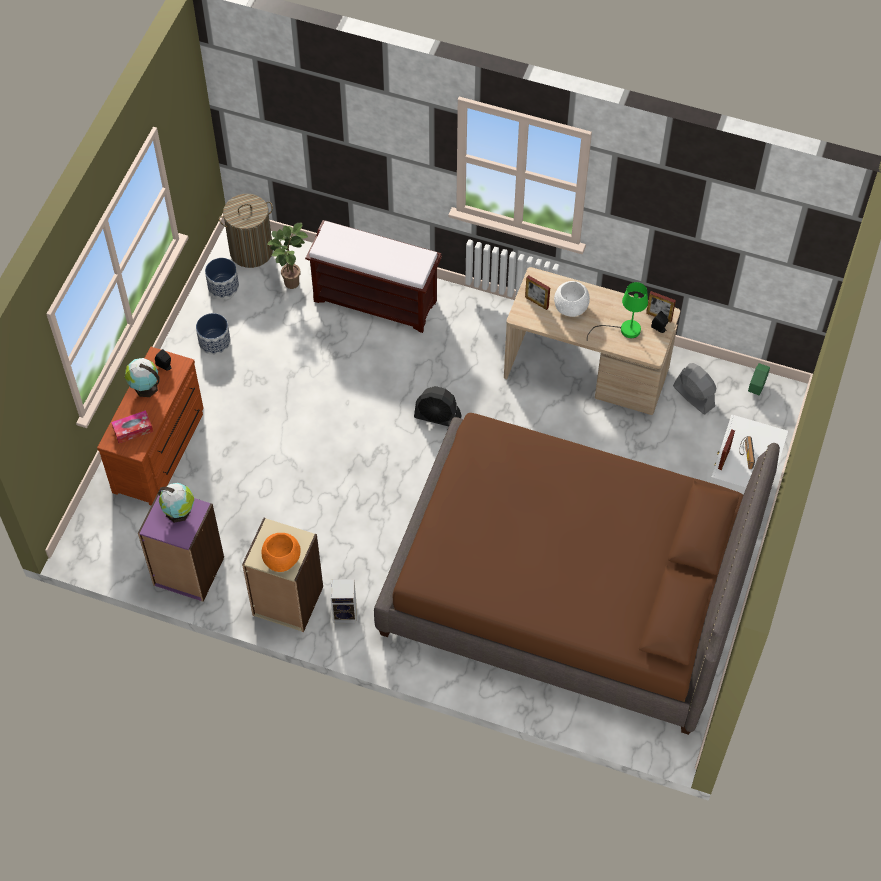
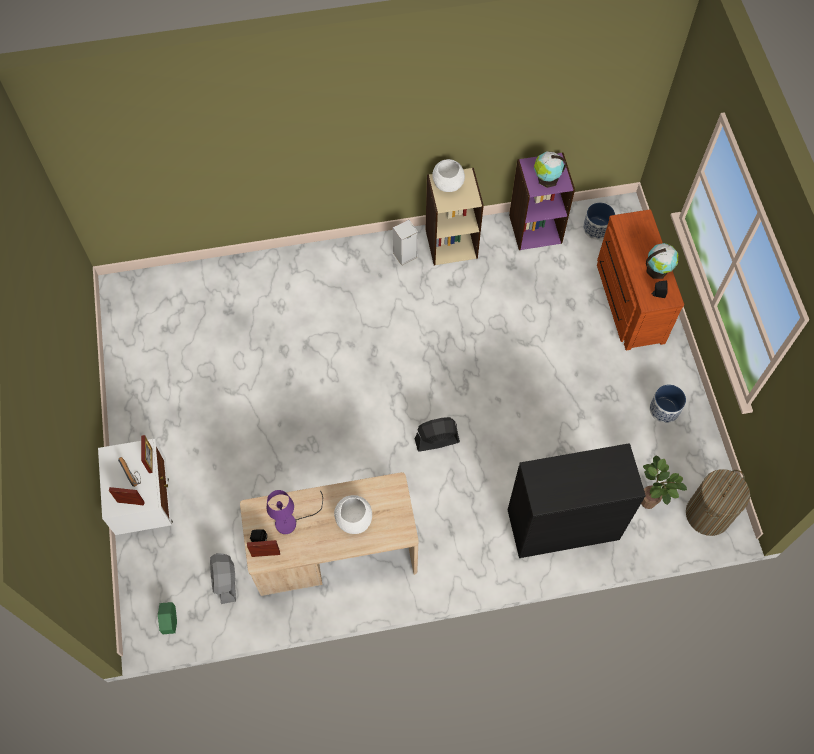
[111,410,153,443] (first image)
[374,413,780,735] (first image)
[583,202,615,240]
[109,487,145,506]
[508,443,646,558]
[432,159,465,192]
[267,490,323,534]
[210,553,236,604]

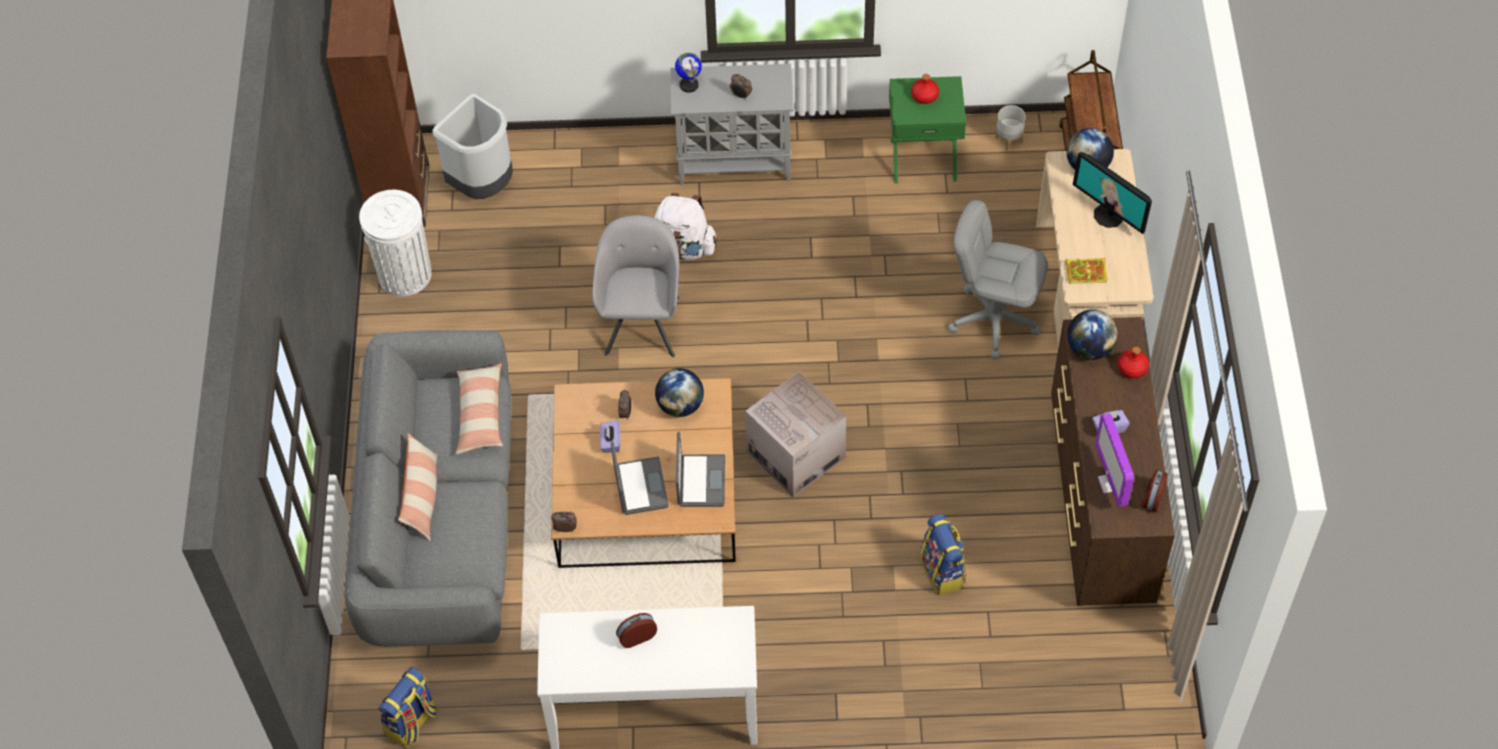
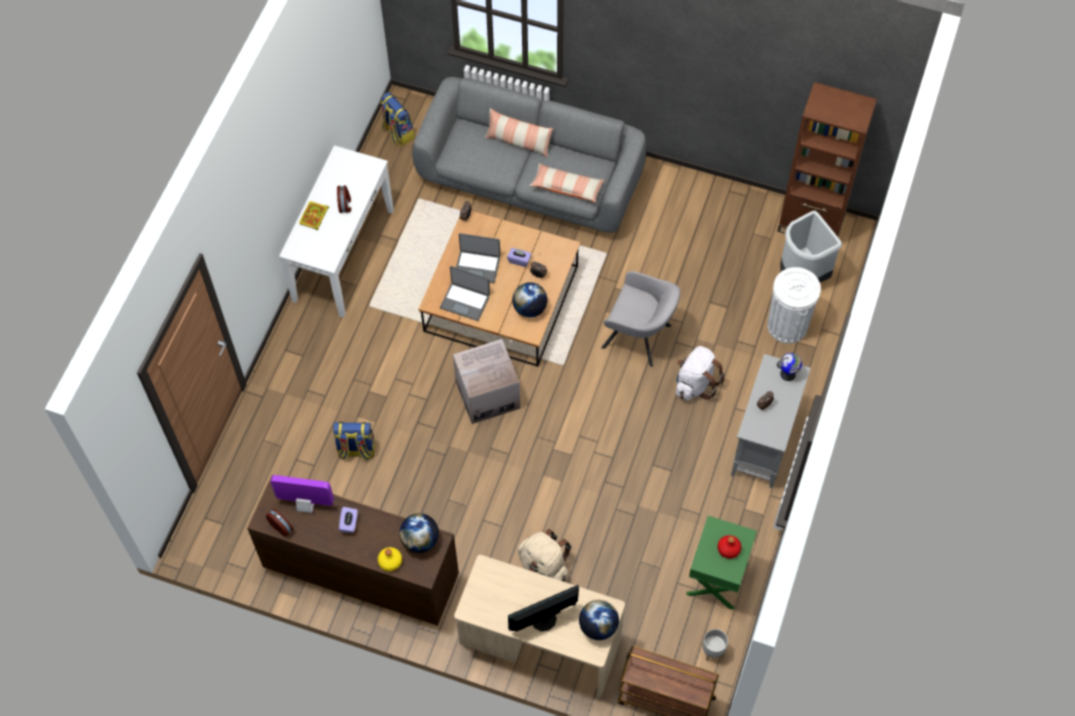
[767,267,821,344]
[299,201,329,230]
[518,529,572,582]
[378,547,402,571]

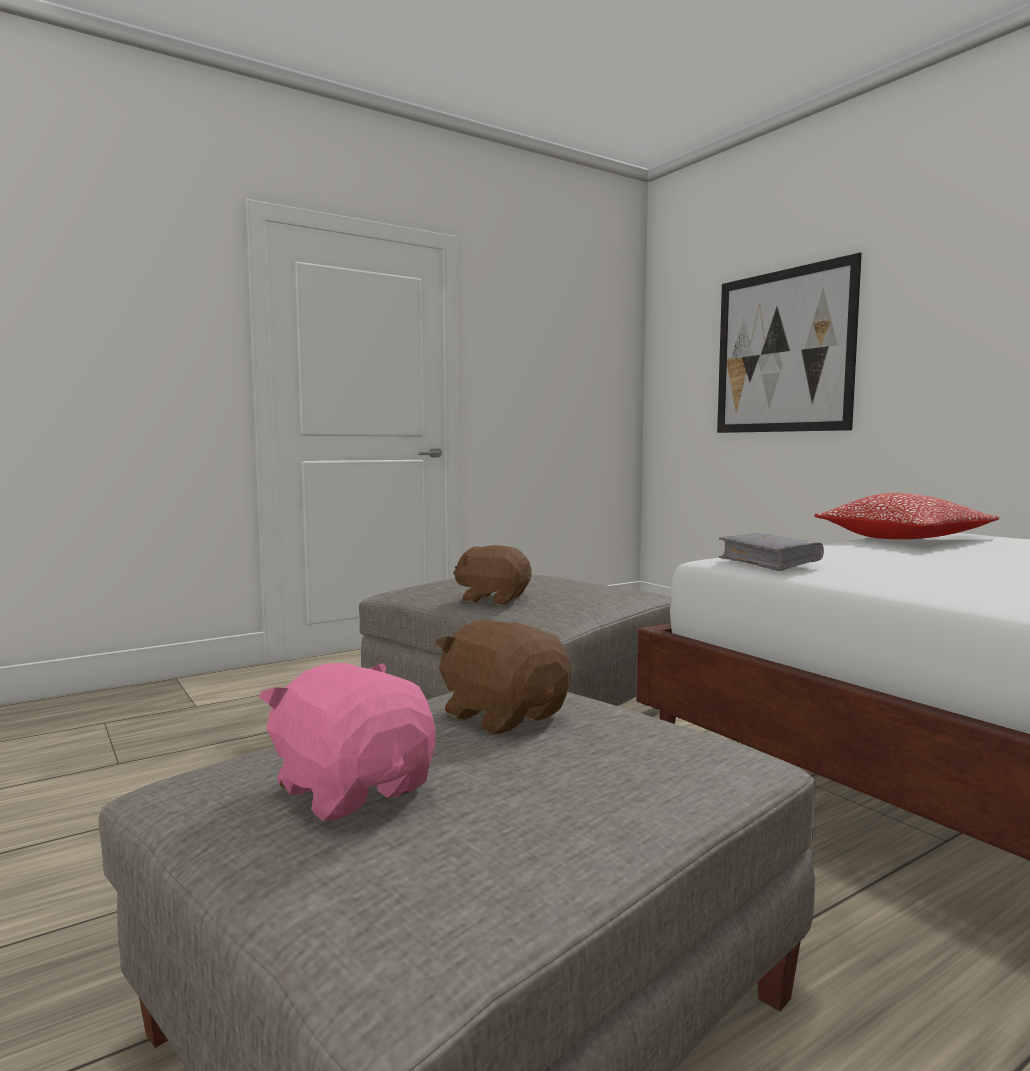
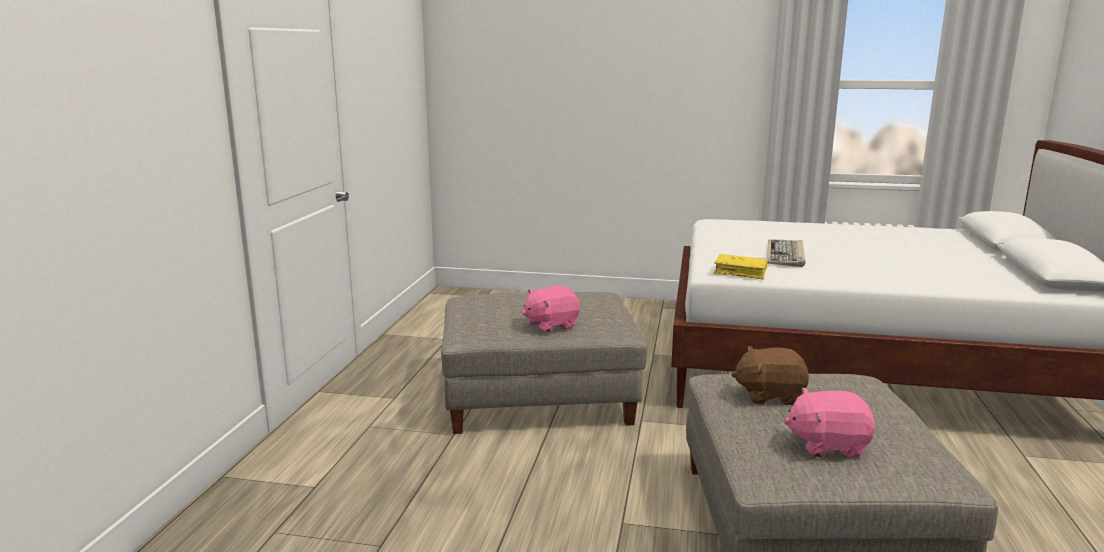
[717,253,862,433] (first image)
[814,493,1000,539] (first image)
[767,240,806,267]
[522,286,580,333]
[714,254,768,280]

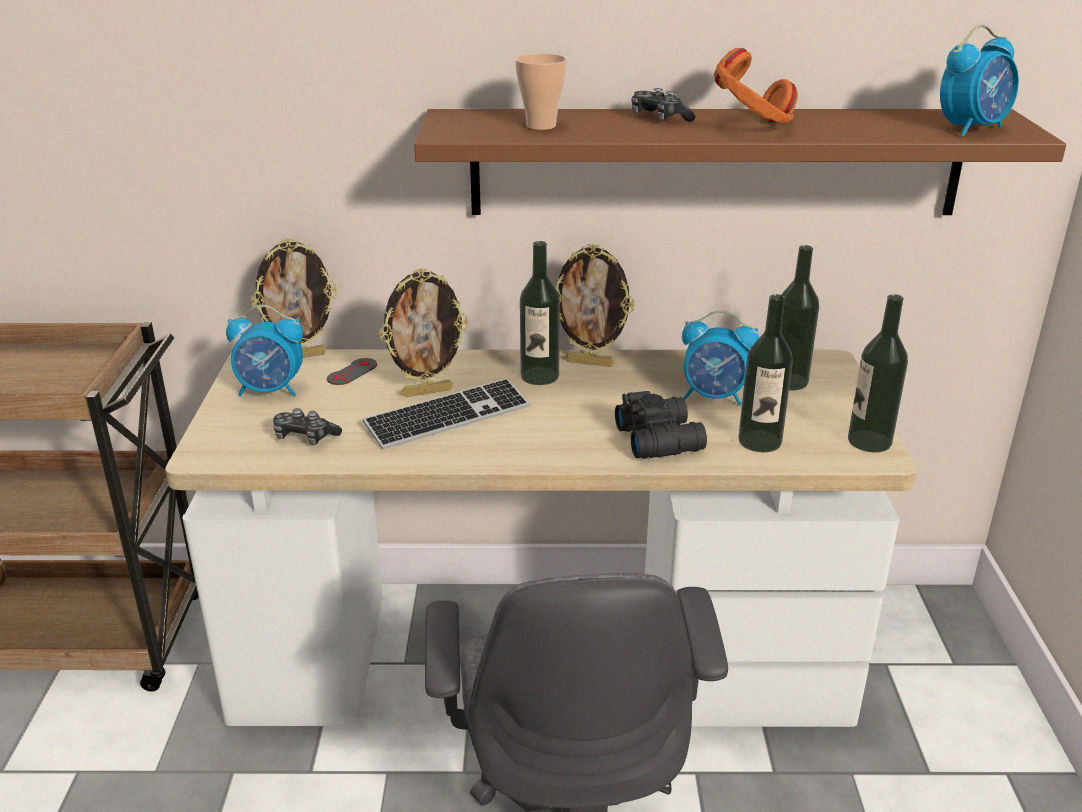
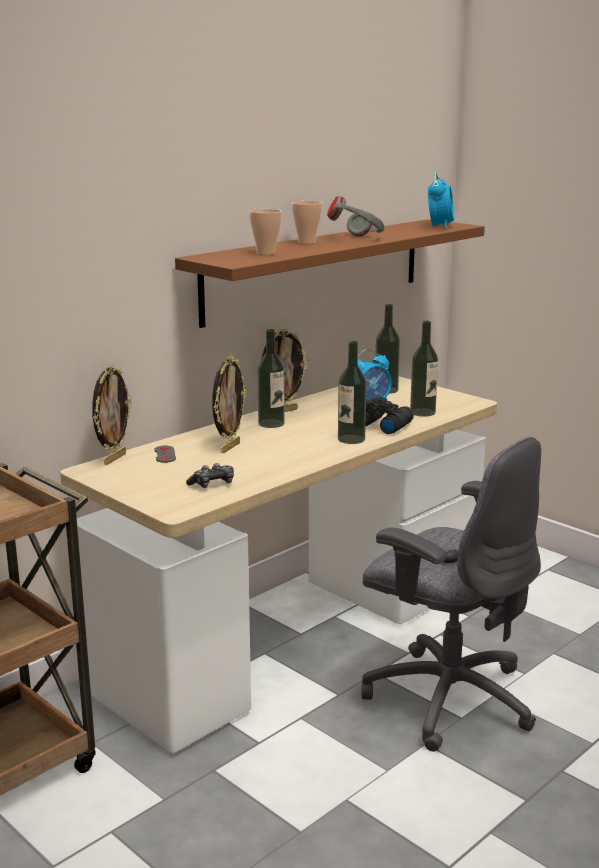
[226,305,303,396] (first image)
[363,378,530,449] (first image)
[338,341,366,444]
[291,201,322,244]
[327,196,384,236]

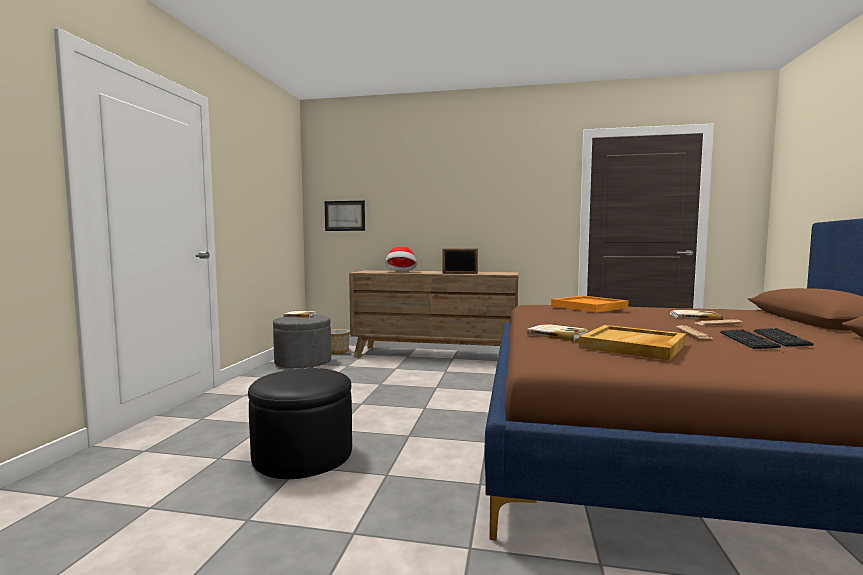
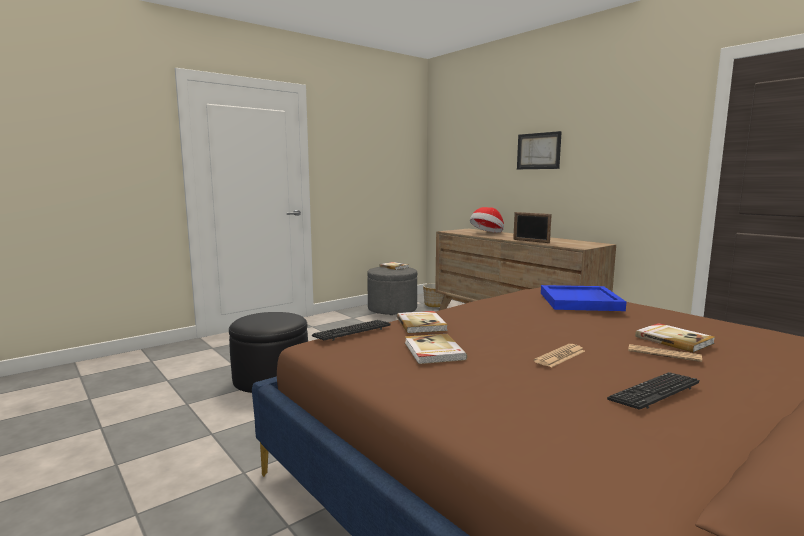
[517,131,562,169]
[312,320,391,341]
[405,334,467,364]
[541,285,626,311]

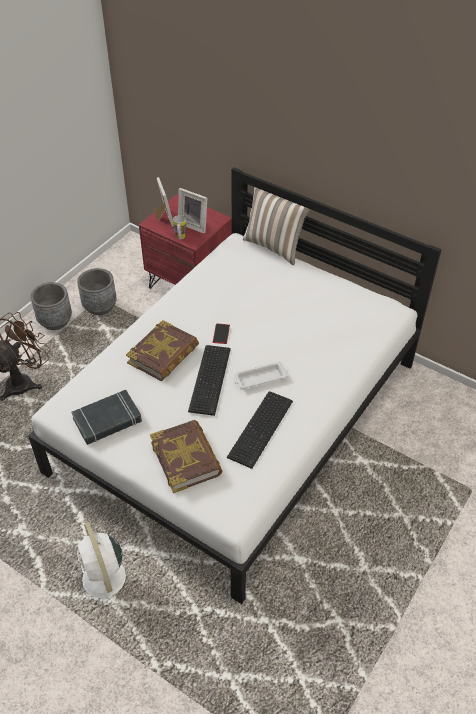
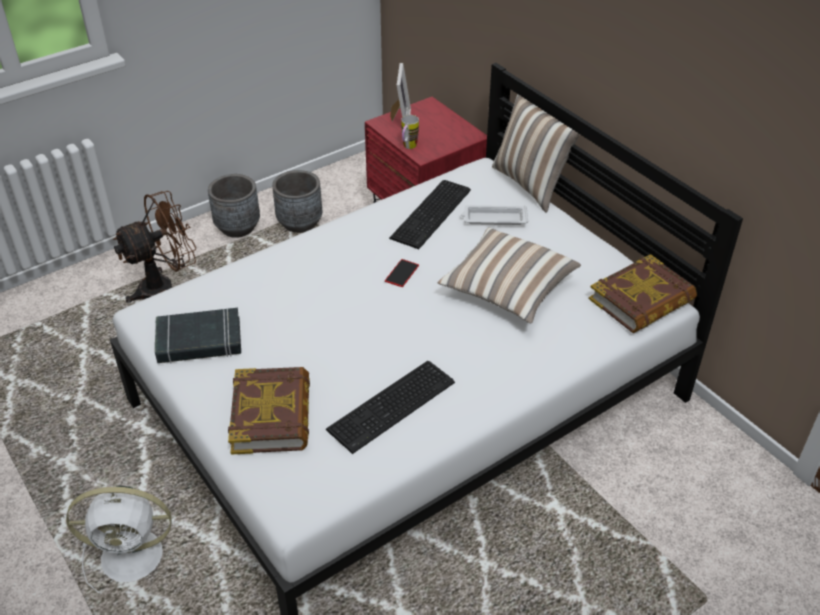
[178,188,207,234] (first image)
[438,228,581,323]
[589,254,697,333]
[389,180,471,249]
[461,205,528,225]
[66,486,172,594]

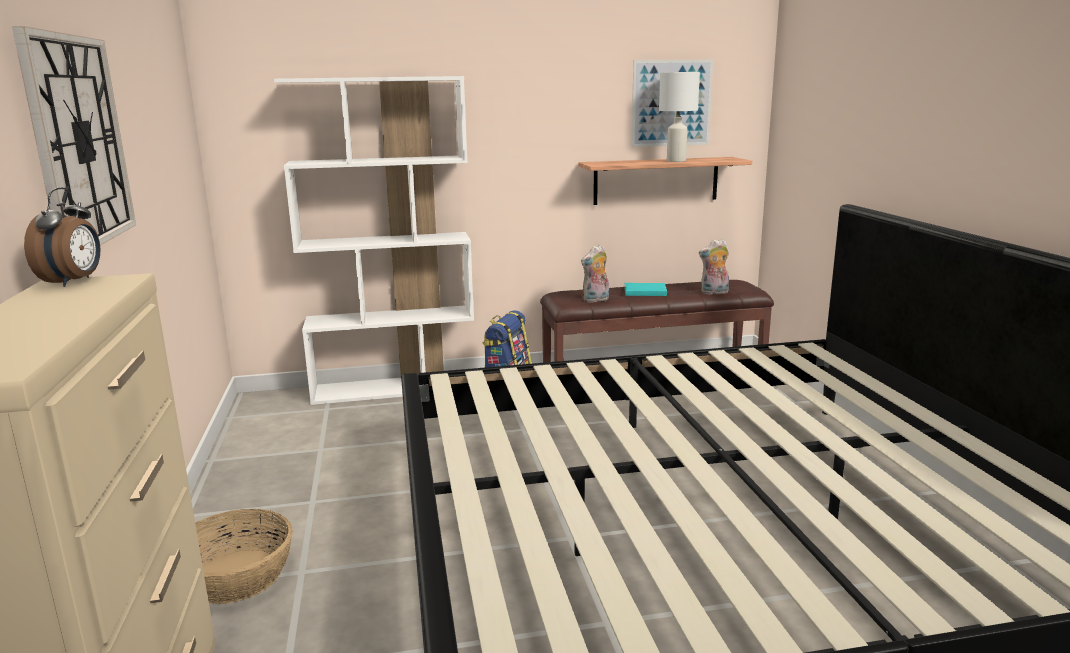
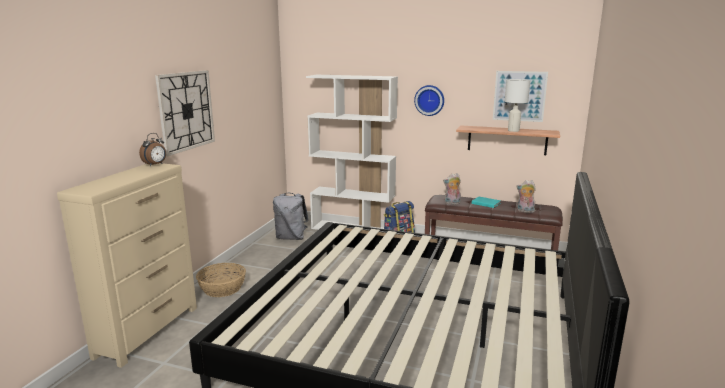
[273,193,309,240]
[414,85,444,116]

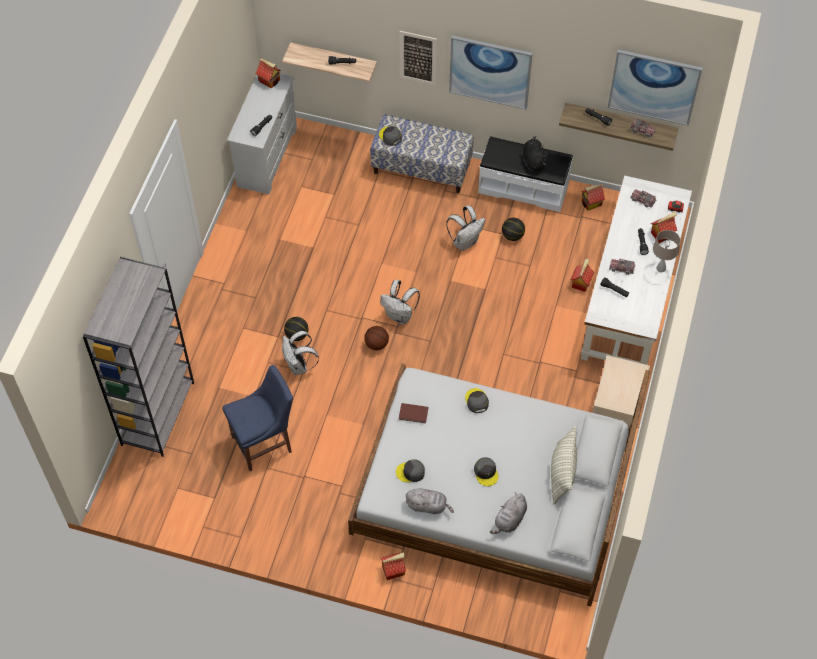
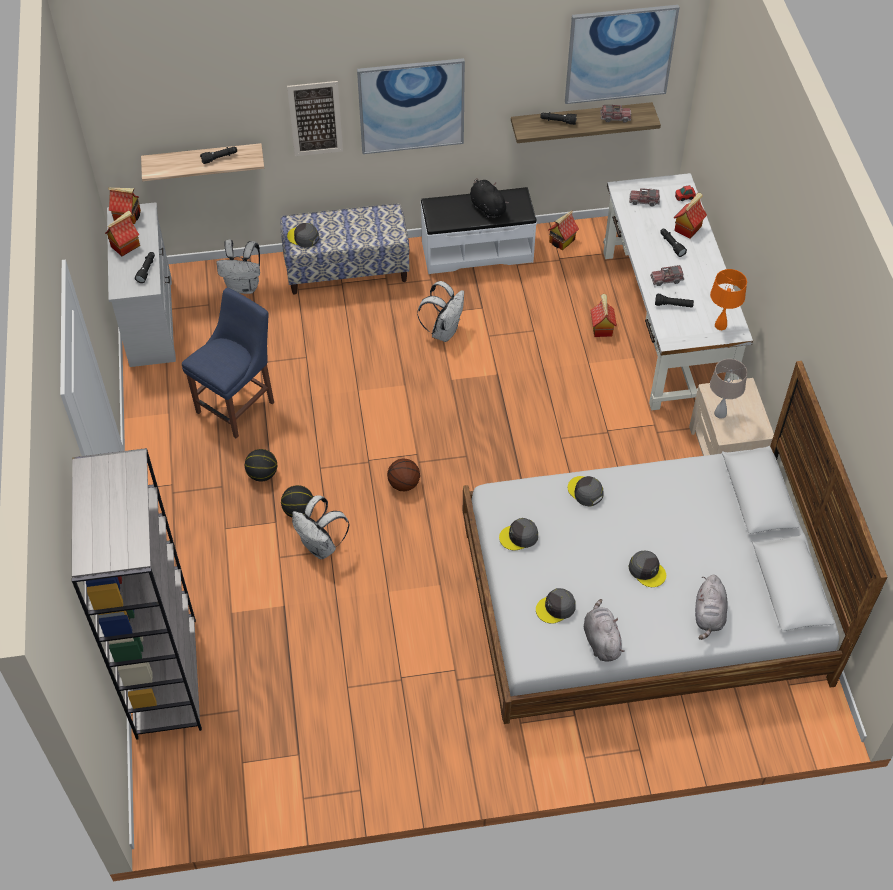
[551,426,577,504] (first image)
[710,269,747,330]
[182,288,274,439]
[216,240,260,294]
[105,211,140,257]
[245,449,277,481]
[710,359,747,419]
[499,518,538,551]
[584,599,625,661]

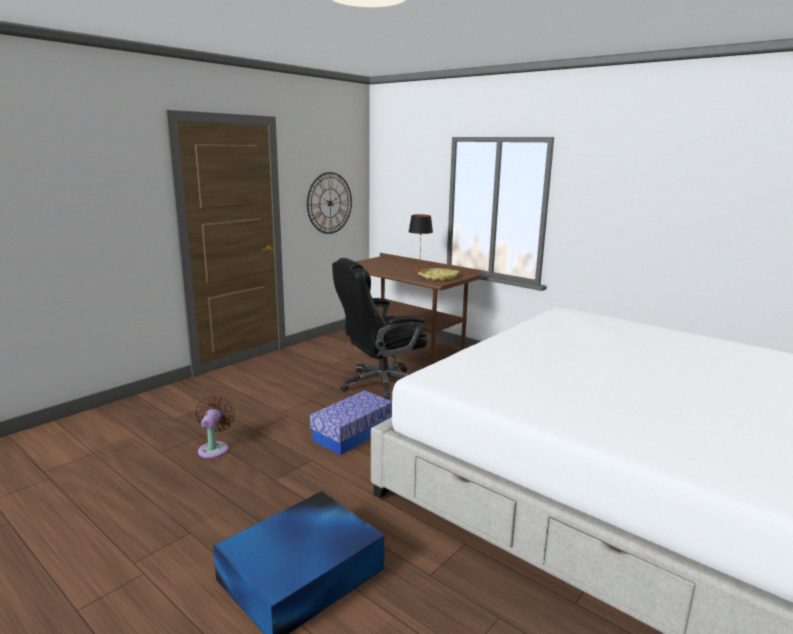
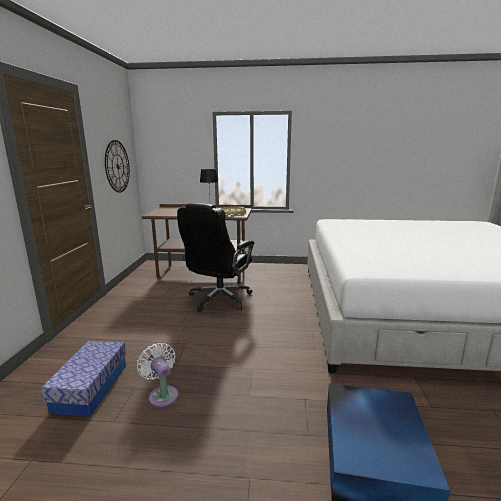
[41,341,126,417]
[137,343,178,407]

